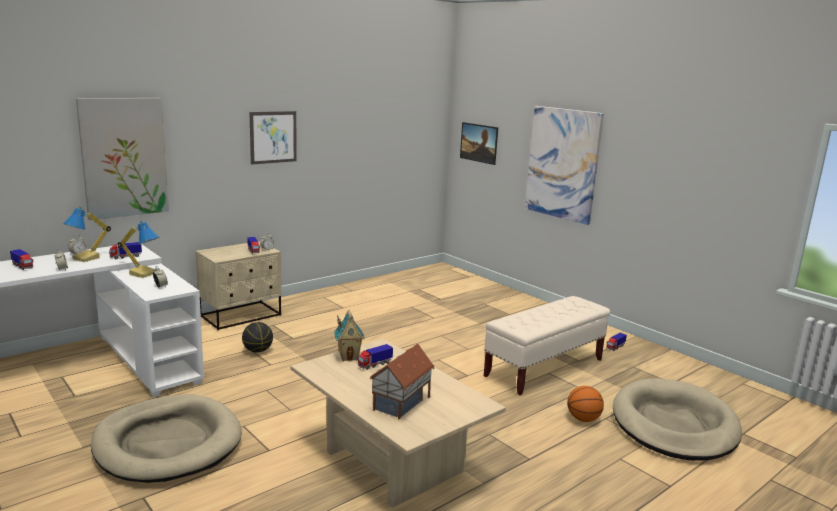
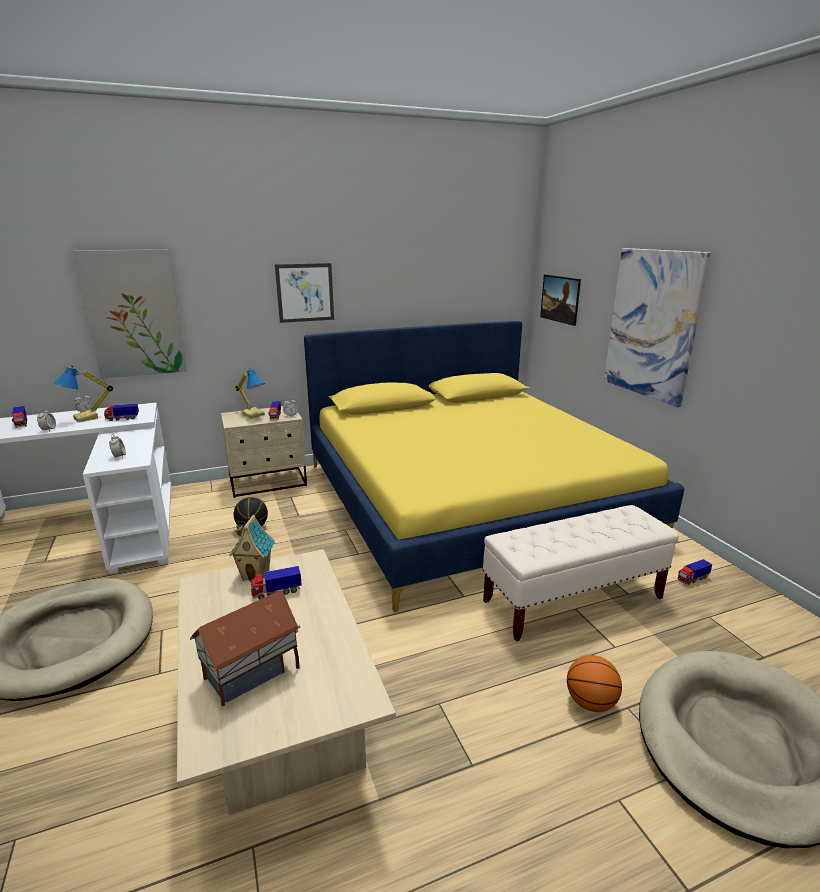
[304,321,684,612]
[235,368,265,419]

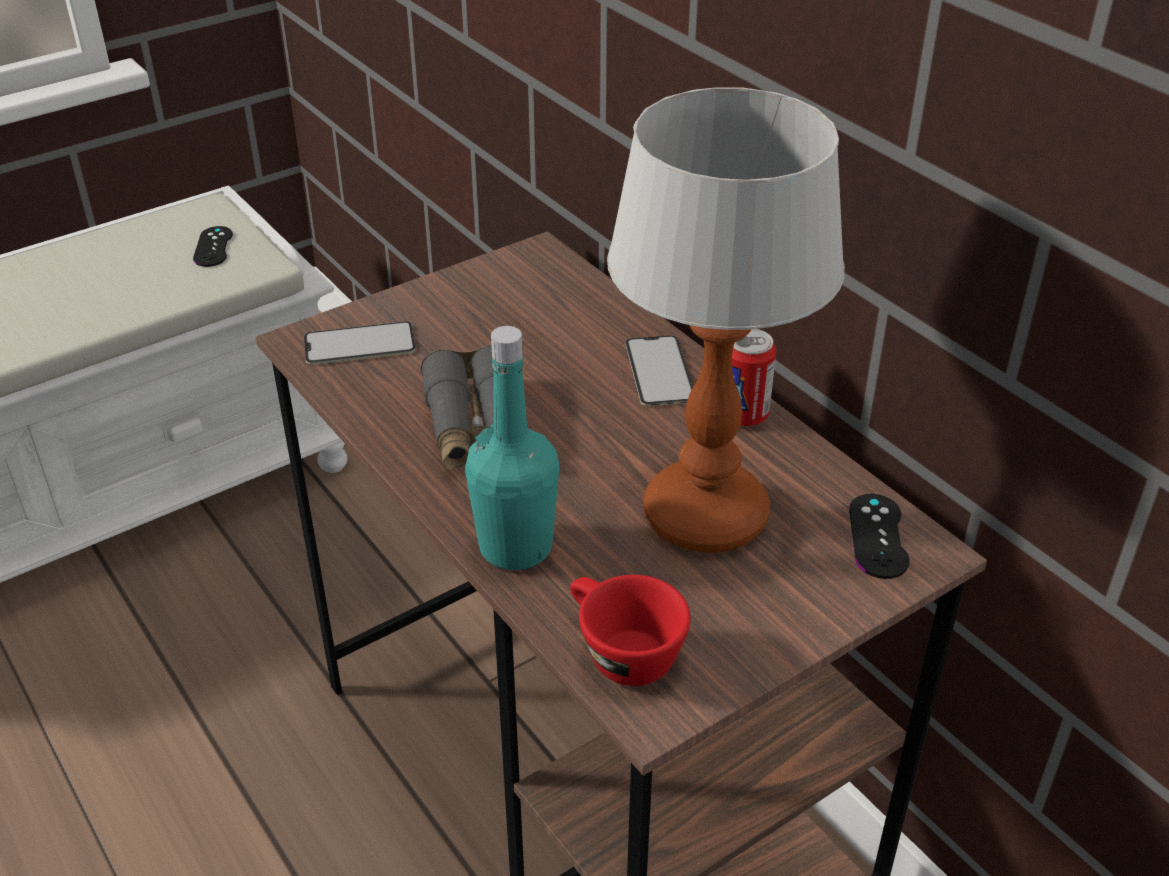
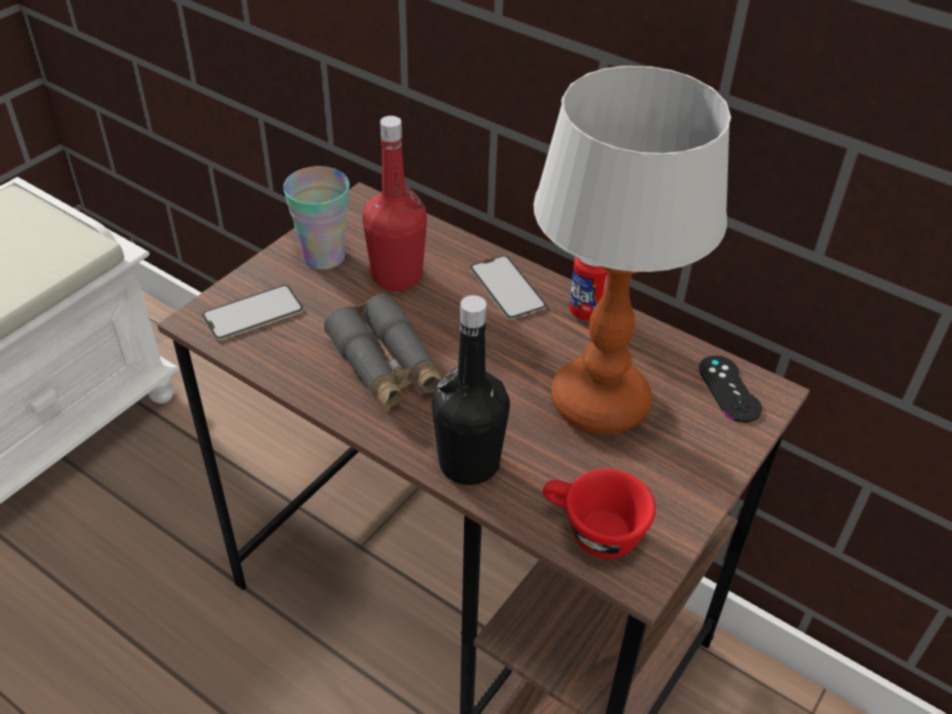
[193,226,233,267] (first image)
[283,166,350,270]
[362,116,427,291]
[432,295,510,485]

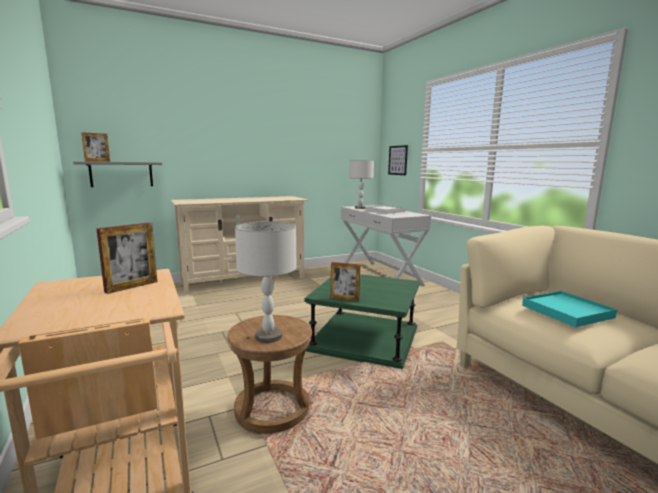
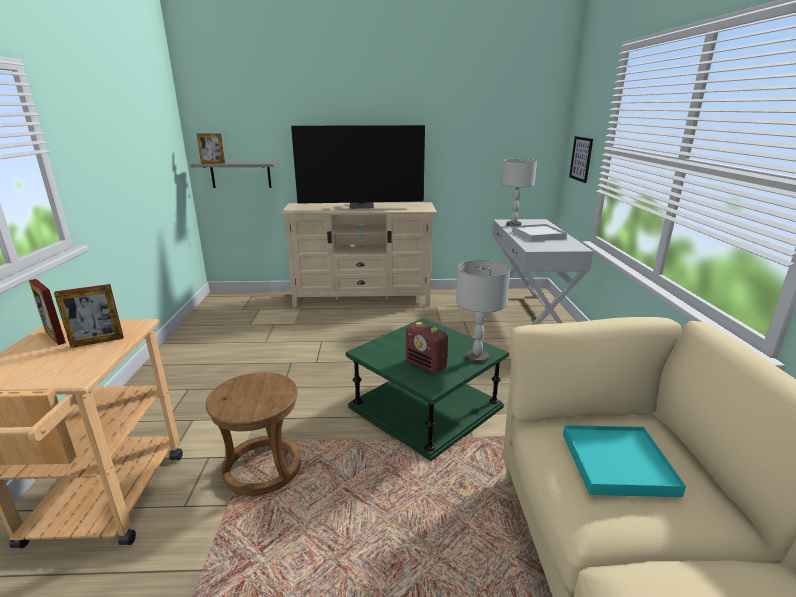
[291,125,425,209]
[406,322,448,374]
[456,260,510,364]
[29,279,66,345]

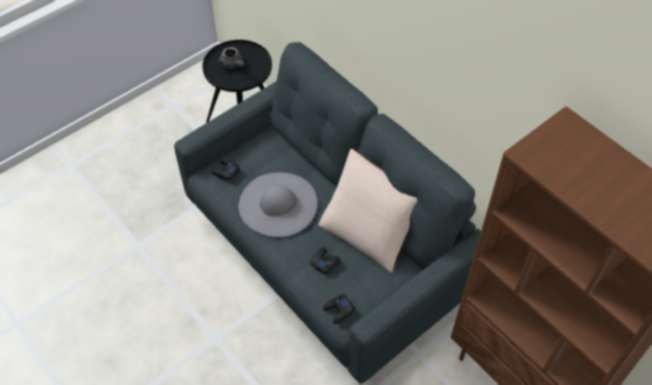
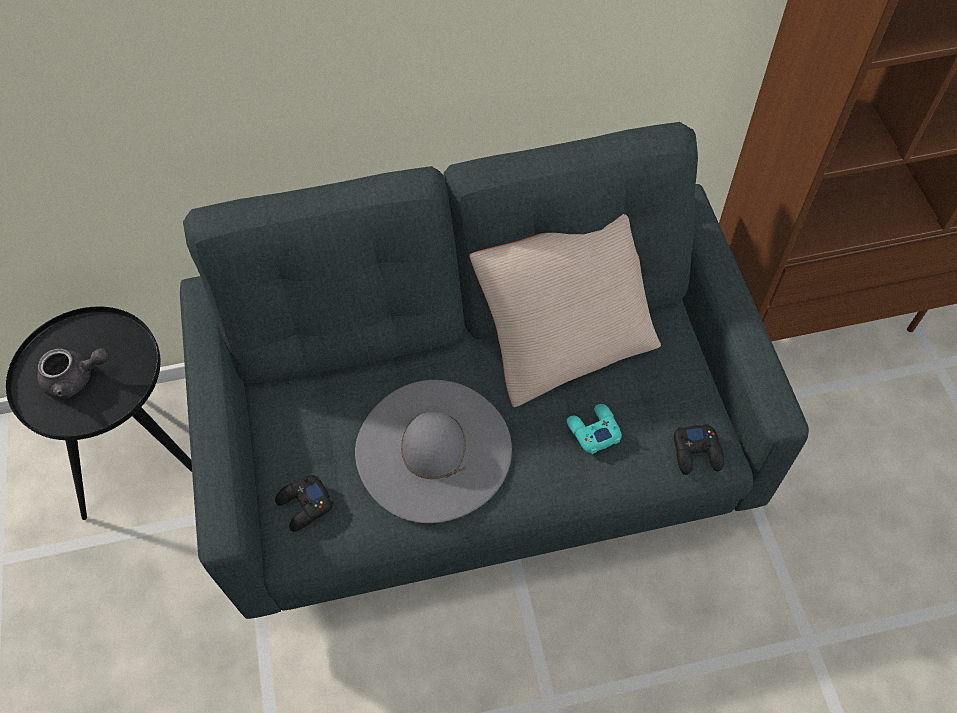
[567,404,622,454]

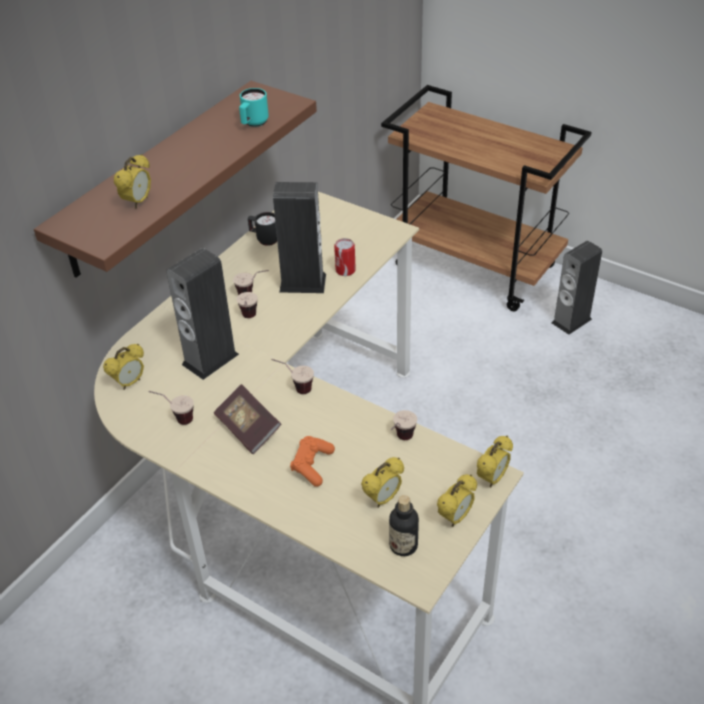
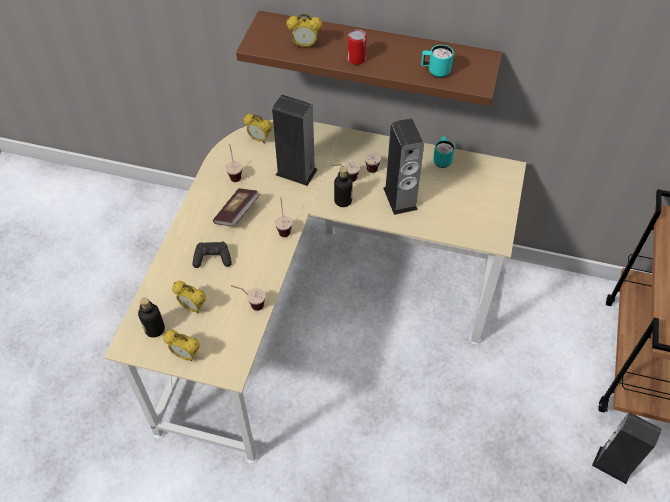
[477,436,513,488] (first image)
[334,167,353,207]
[348,29,367,65]
[433,137,455,168]
[192,242,232,268]

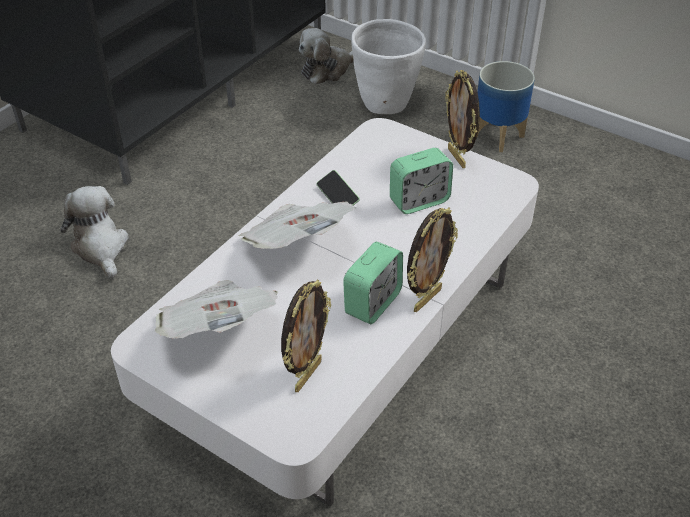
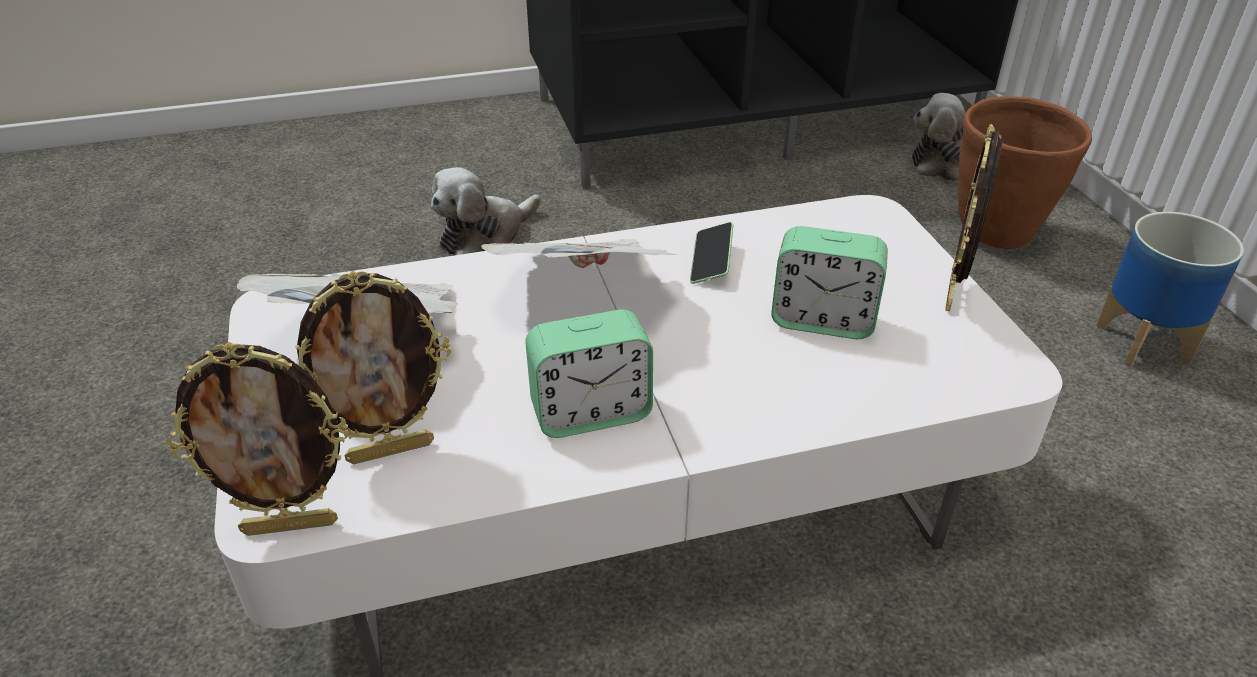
[166,341,349,536]
[958,96,1092,249]
[431,167,541,255]

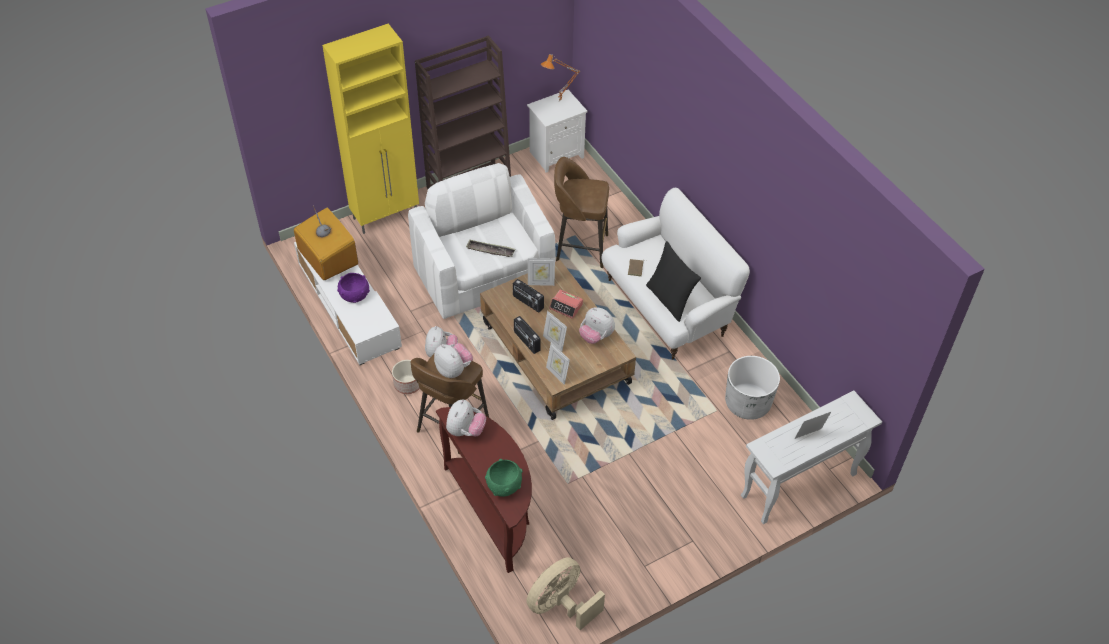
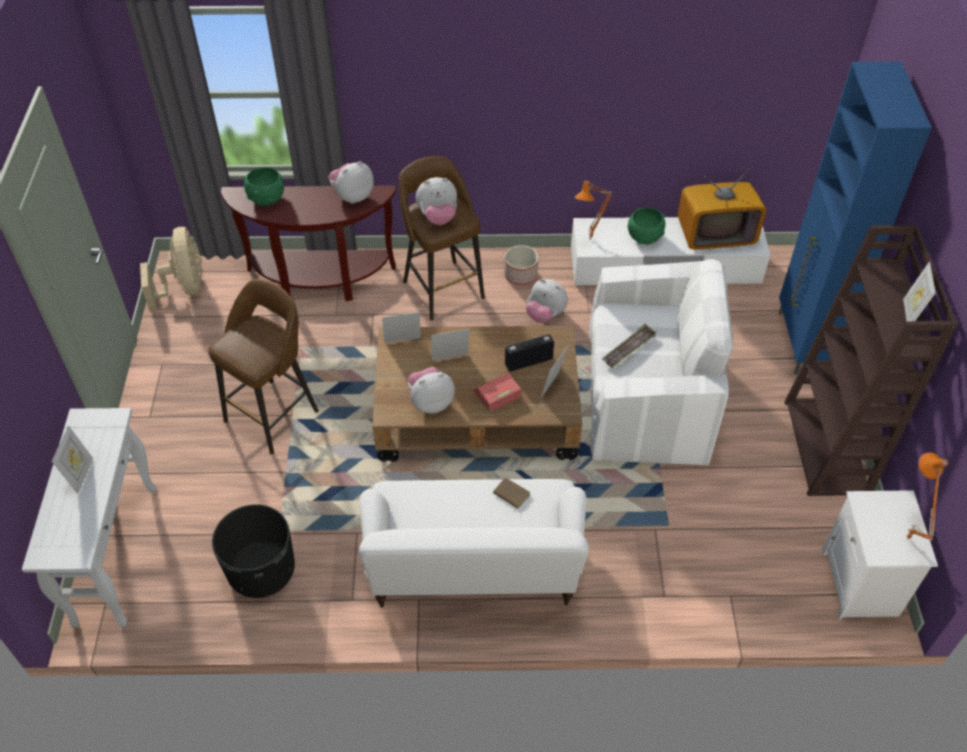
[514,316,541,354] (first image)
[646,241,701,322] (first image)
[575,181,612,239]
[903,261,936,321]
[209,279,319,455]
[779,61,932,375]
[627,207,665,244]
[212,504,295,598]
[328,161,374,204]

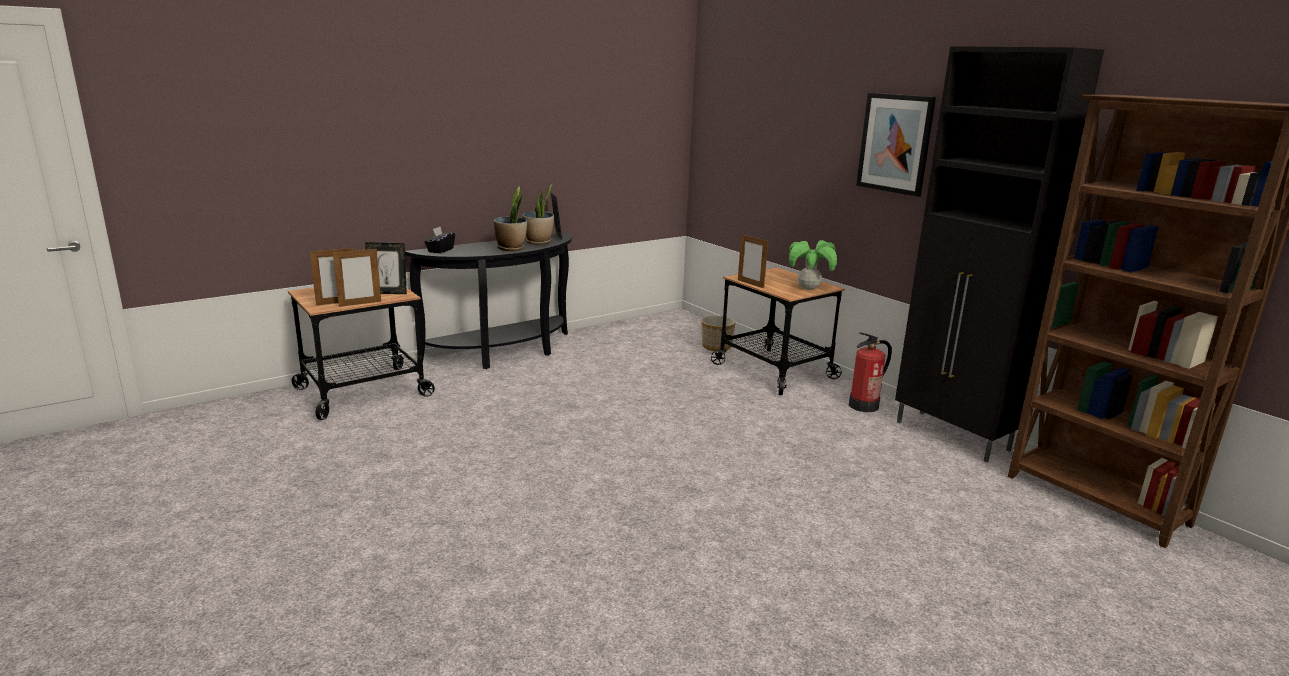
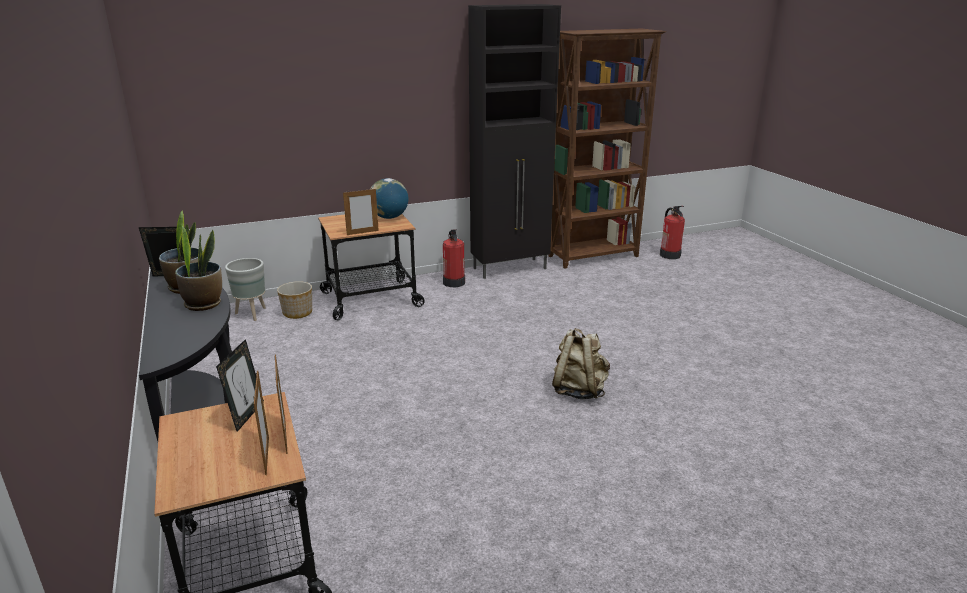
[425,227,455,254] (first image)
[856,93,936,197] (first image)
[225,258,266,321]
[552,328,610,399]
[660,206,685,259]
[371,178,408,219]

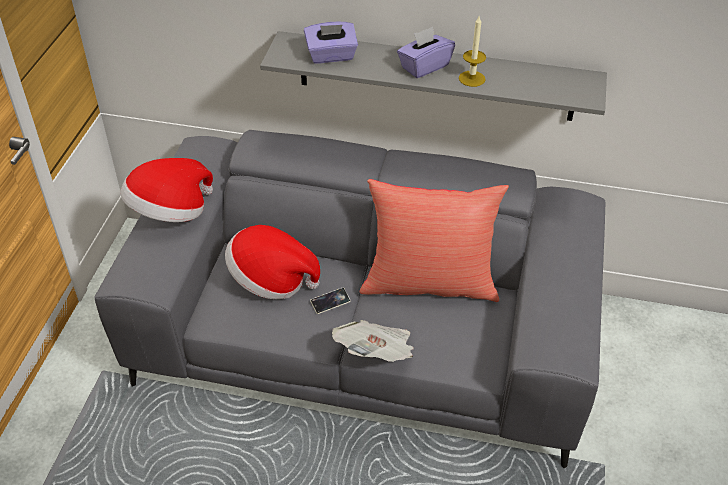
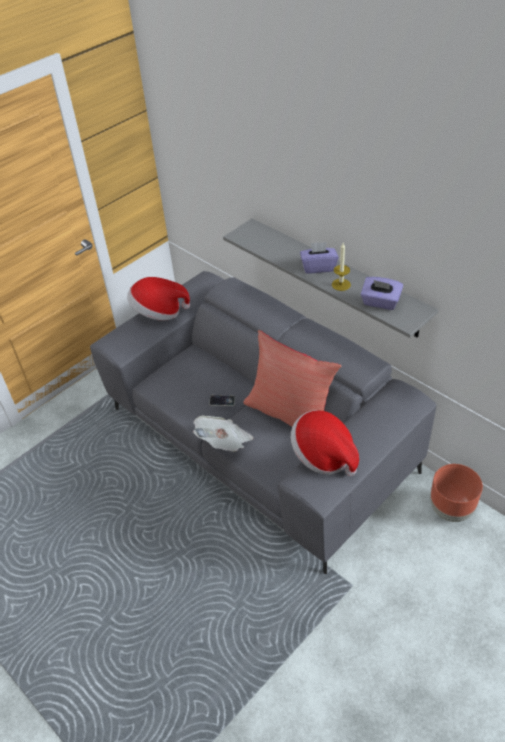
[430,464,483,522]
[291,410,359,476]
[361,277,403,310]

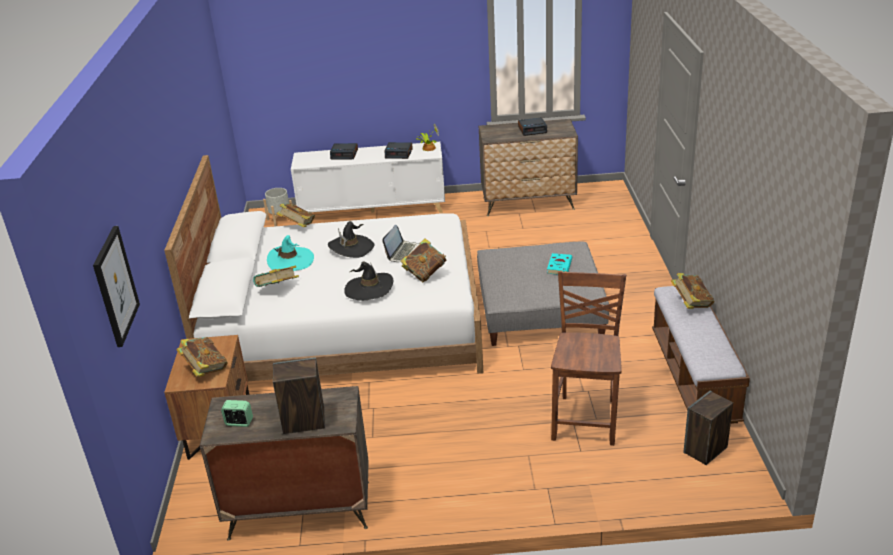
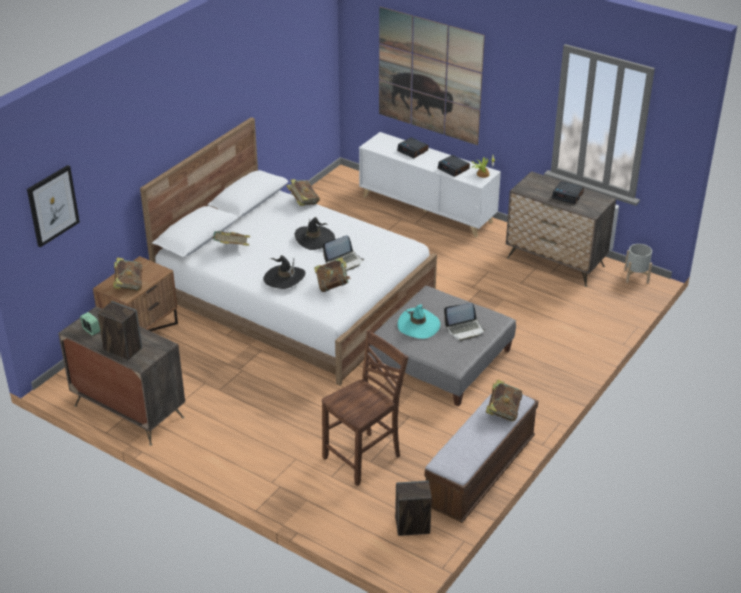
[379,7,485,145]
[624,244,652,284]
[398,304,440,339]
[444,303,486,341]

